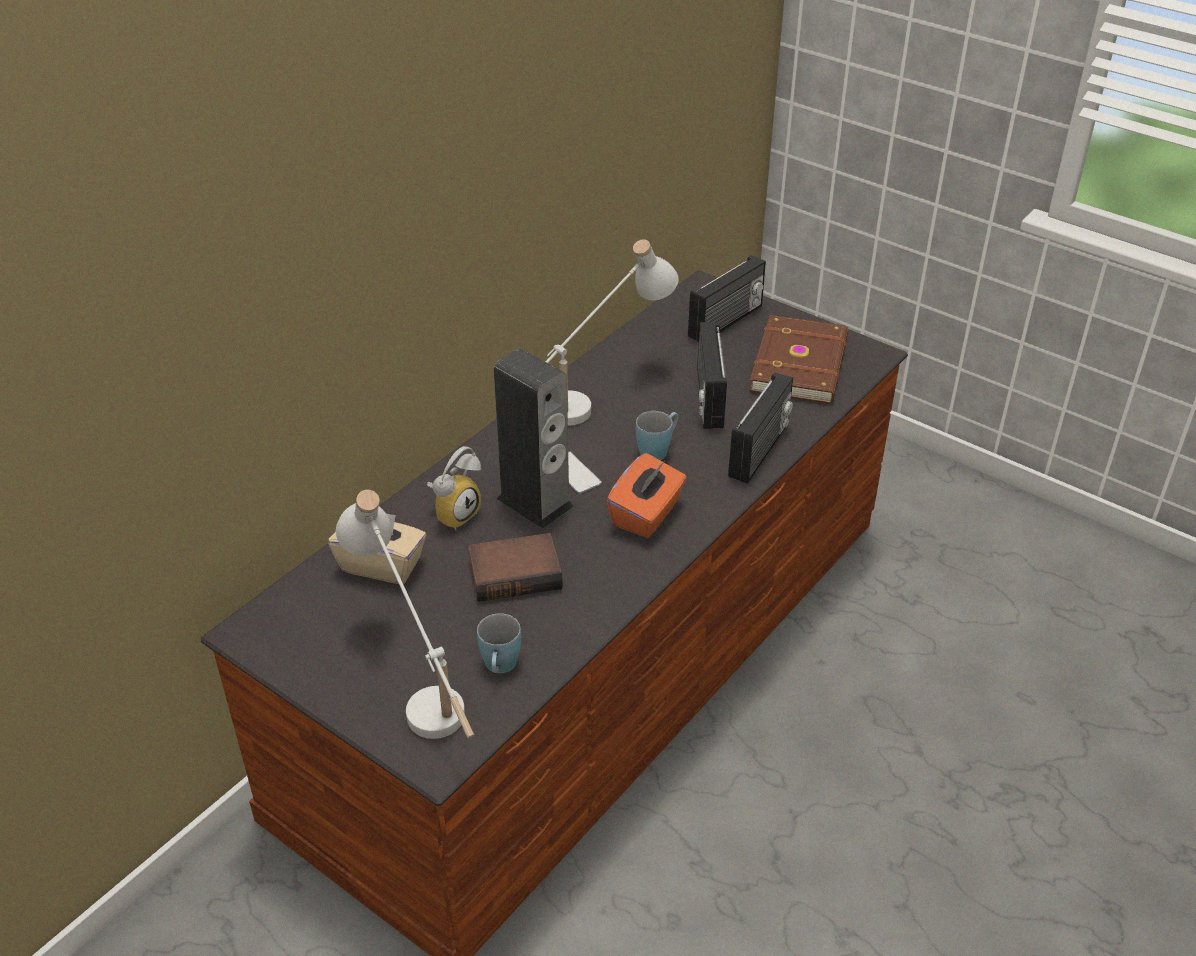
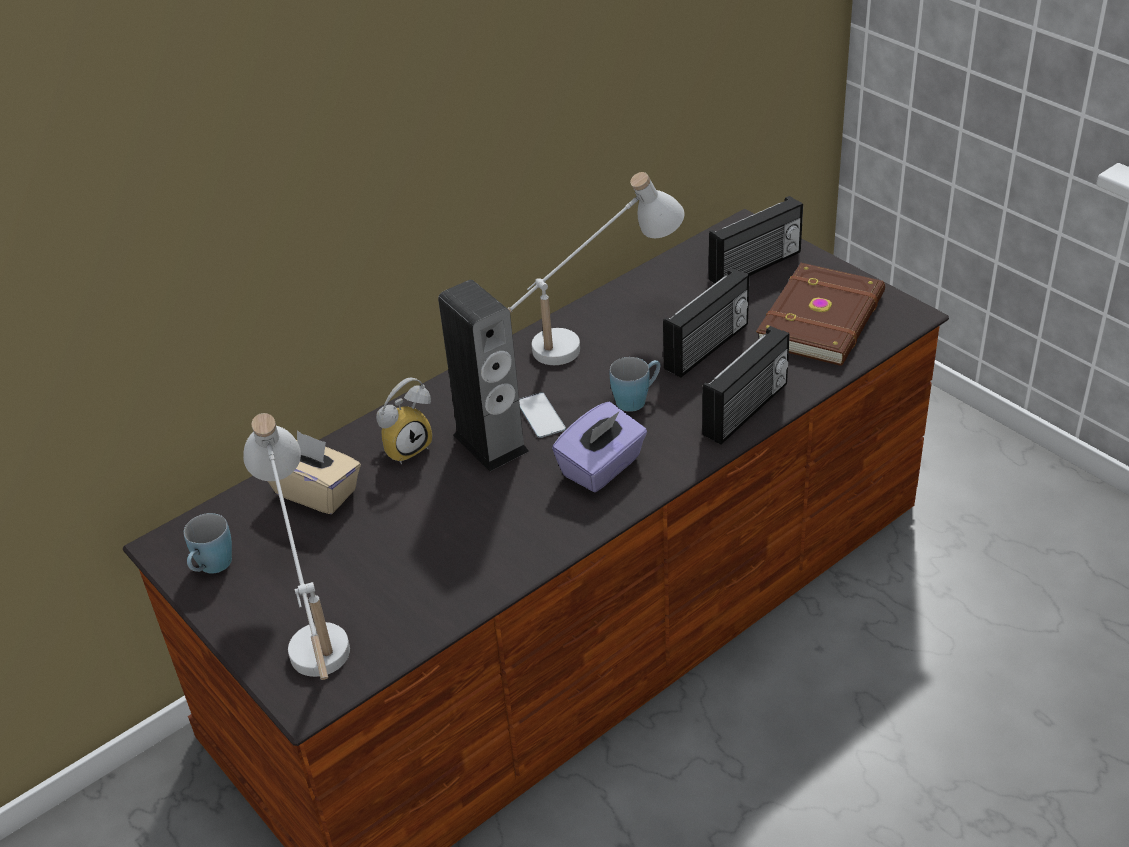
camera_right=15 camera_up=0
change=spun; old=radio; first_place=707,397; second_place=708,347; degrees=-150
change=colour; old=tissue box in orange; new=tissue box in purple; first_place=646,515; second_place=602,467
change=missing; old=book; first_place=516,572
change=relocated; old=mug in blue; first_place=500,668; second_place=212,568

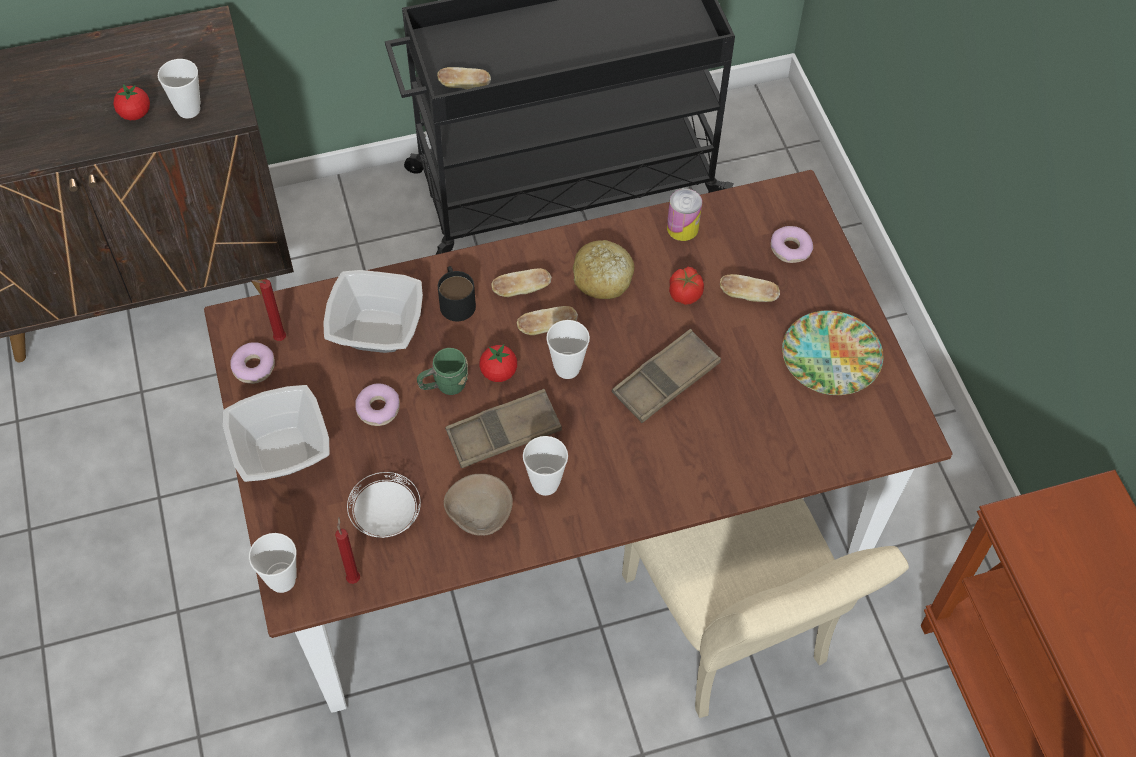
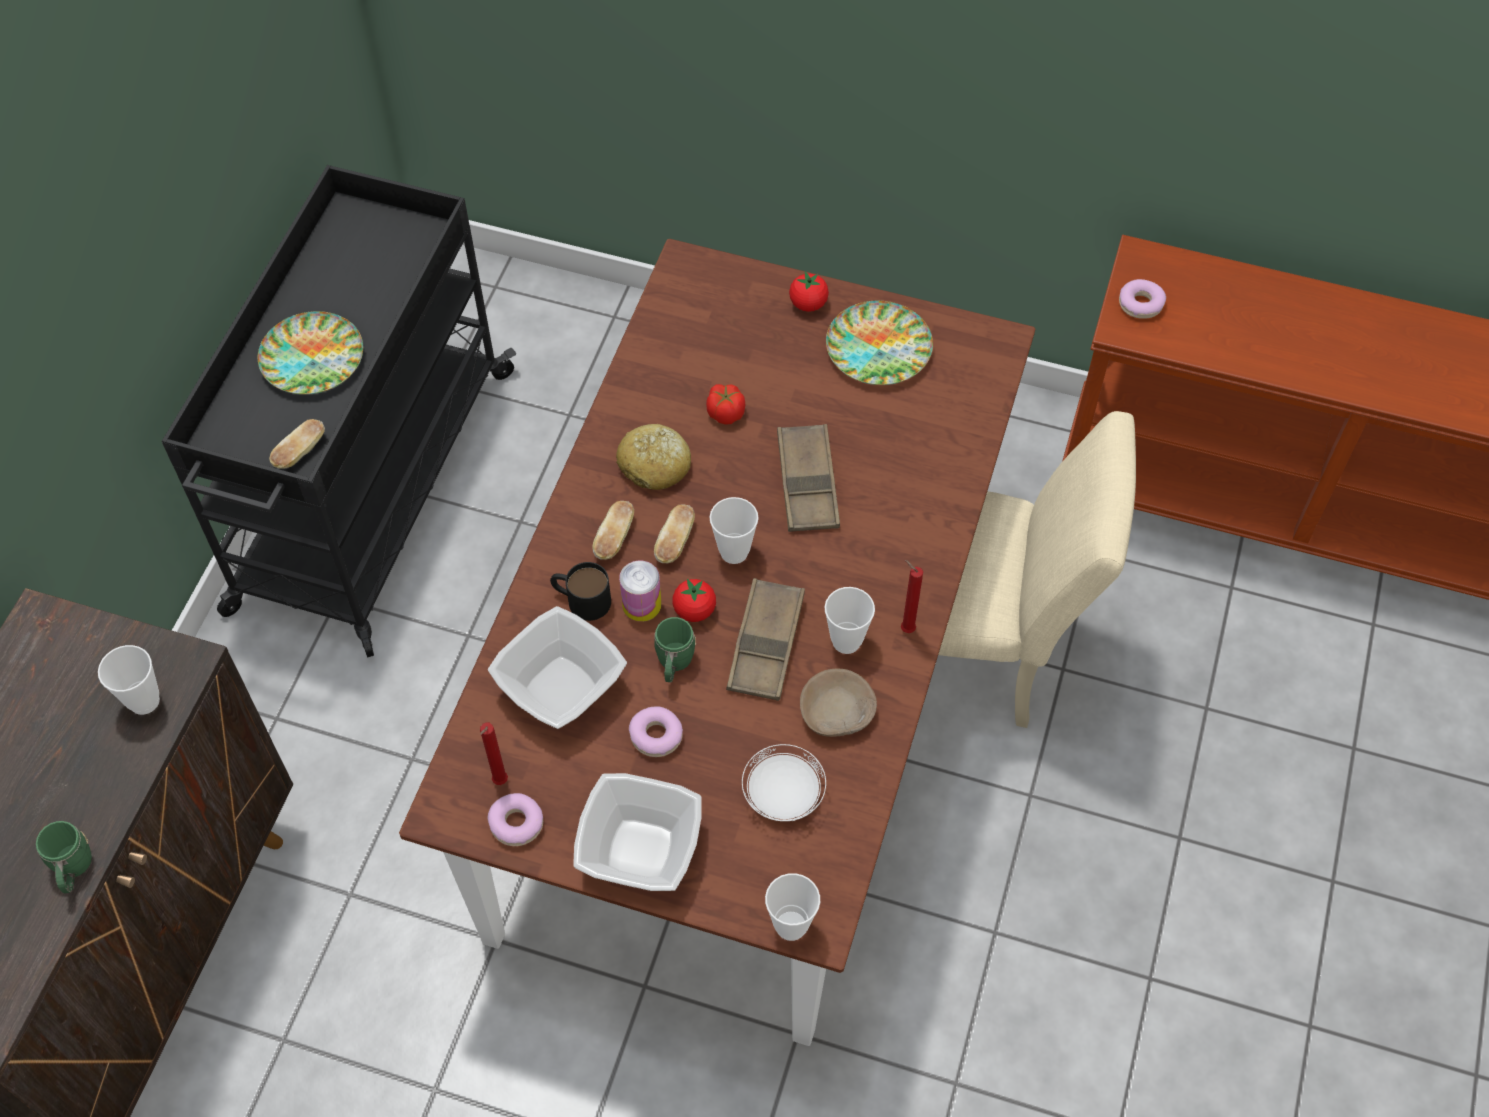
camera_right=-55 camera_up=0
change=relocated; old=tomato; first_place=135,114; second_place=808,304
change=relocated; old=can; first_place=682,228; second_place=641,604
change=relocated; old=donut; first_place=790,249; second_place=1140,304
change=missing; old=bread; first_place=748,296
change=relocated; old=candle in red; first_place=353,577; second_place=905,628
change=appeared; new=plate; second_place=312,359
change=appeared; new=mug in green; second_place=73,870

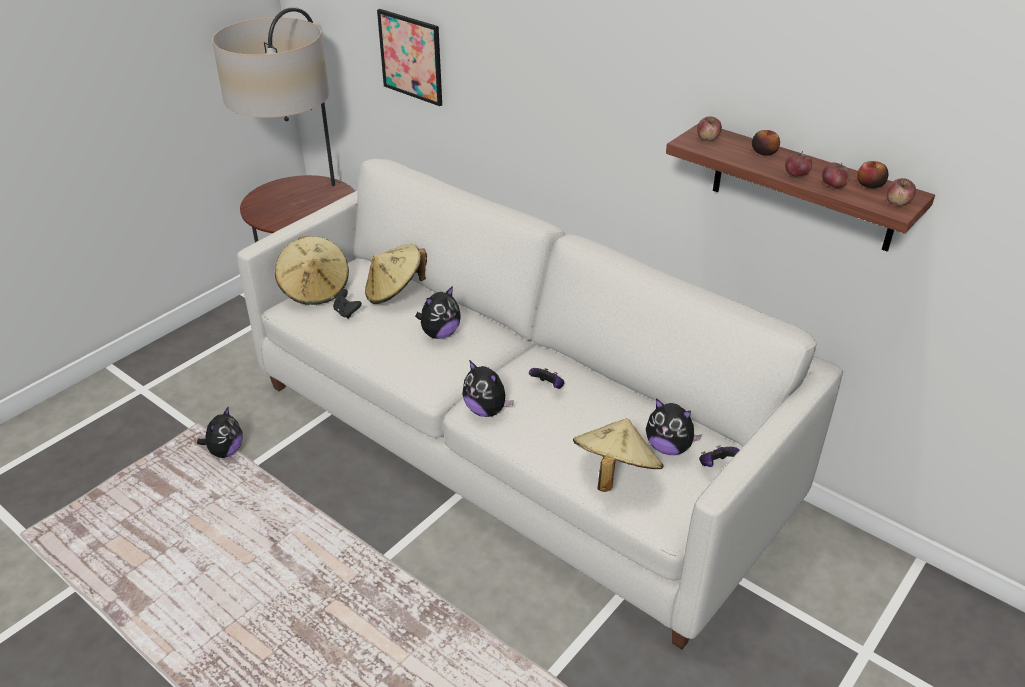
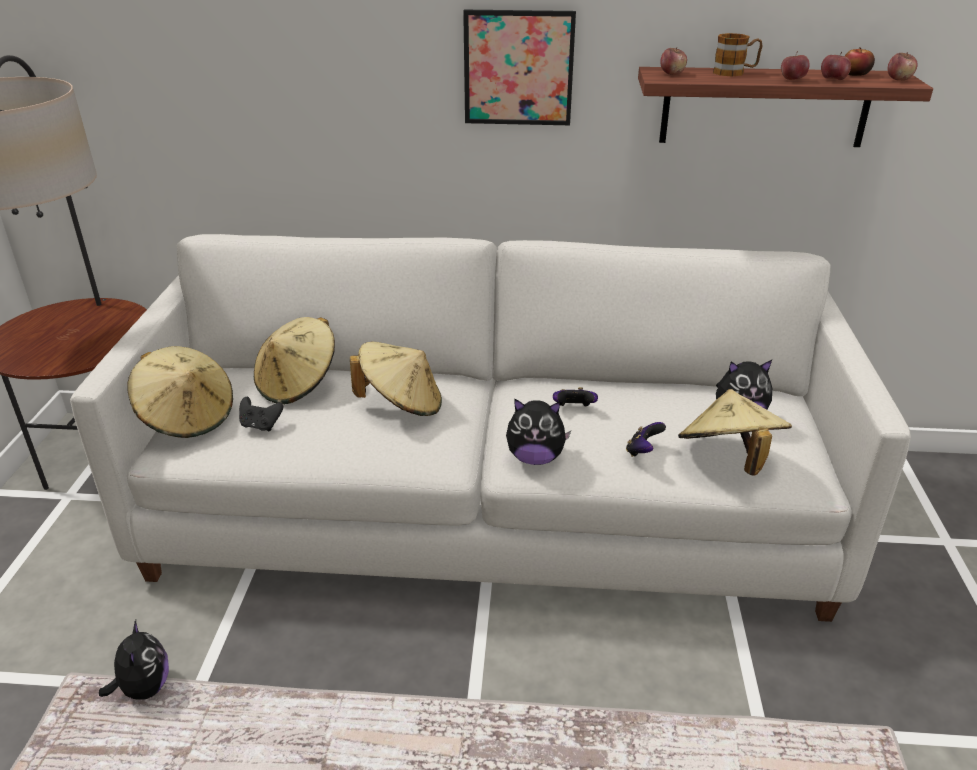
camera_right=-35 camera_up=-5
change=relocated; old=picture; first_place=411,57; second_place=518,68
change=exchanged; old=apple; new=mug; first_place=764,152; second_place=735,72
change=exchanged; old=plush toy; new=hat in beige; first_place=440,334; second_place=401,404
change=relocated; old=game controller; first_place=715,465; second_place=643,451

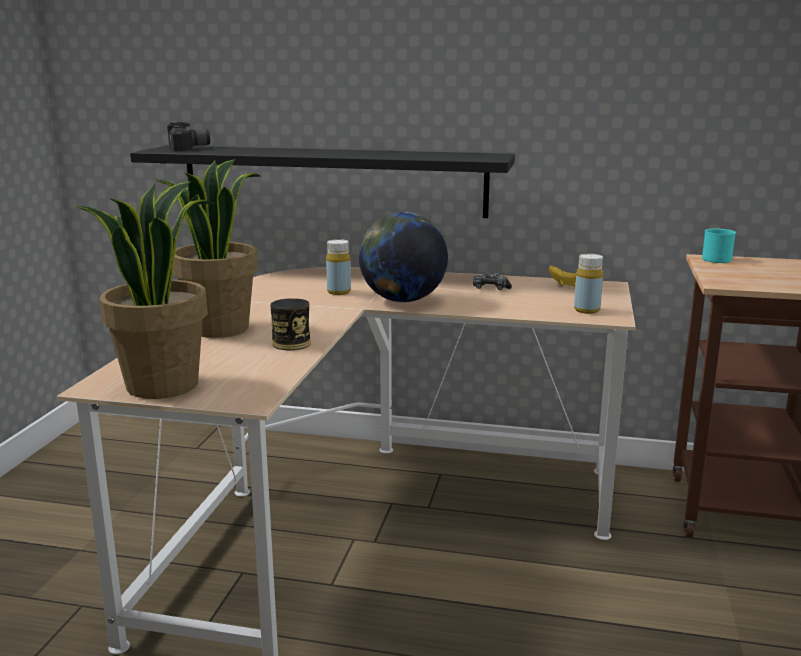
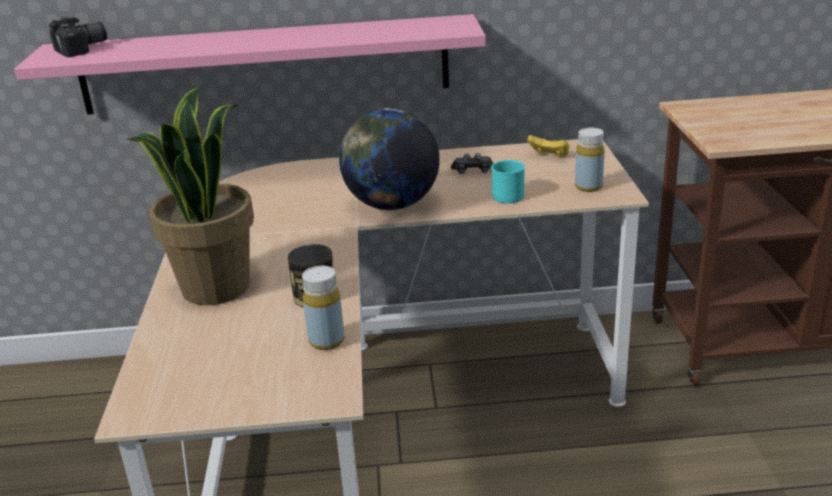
camera_right=-15 camera_up=10
change=colour; old=shelf in black; new=shelf in pink; first_place=333,180; second_place=265,65
change=missing; old=potted plant; first_place=162,385
change=relocated; old=mug in turquoise; first_place=718,259; second_place=509,194
change=relocated; old=bottle in yellow; first_place=339,292; second_place=326,341

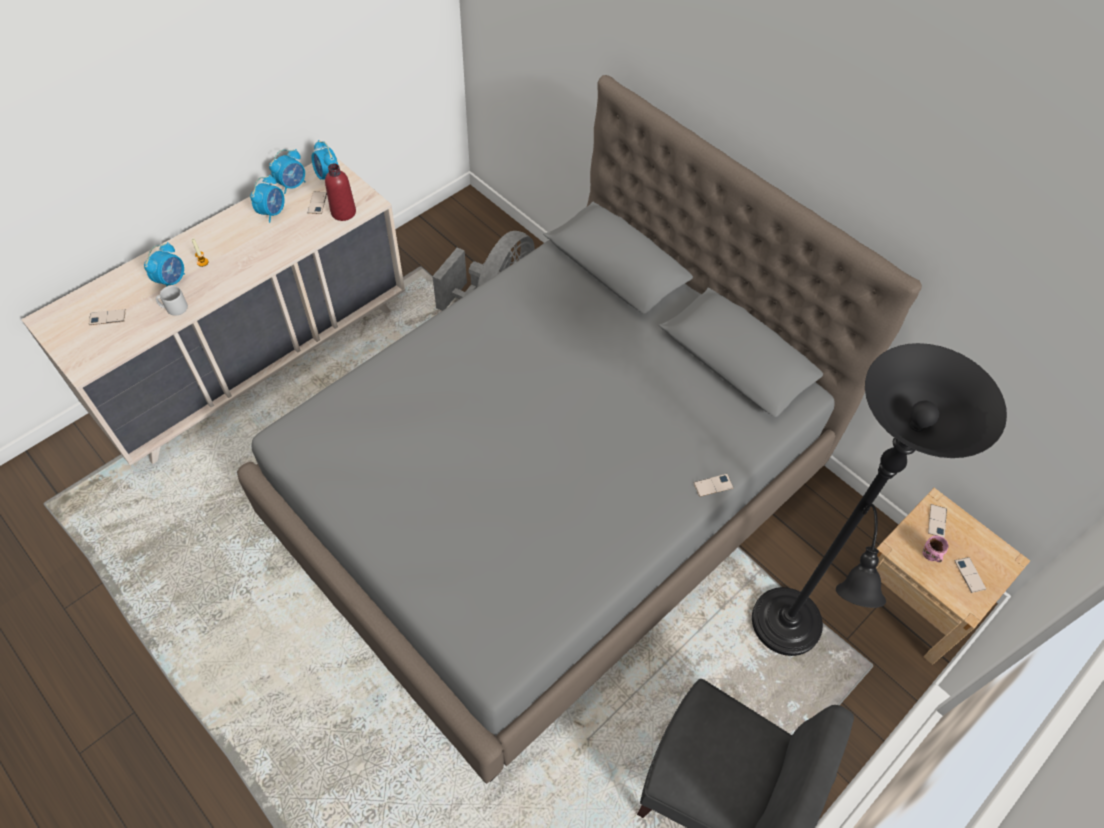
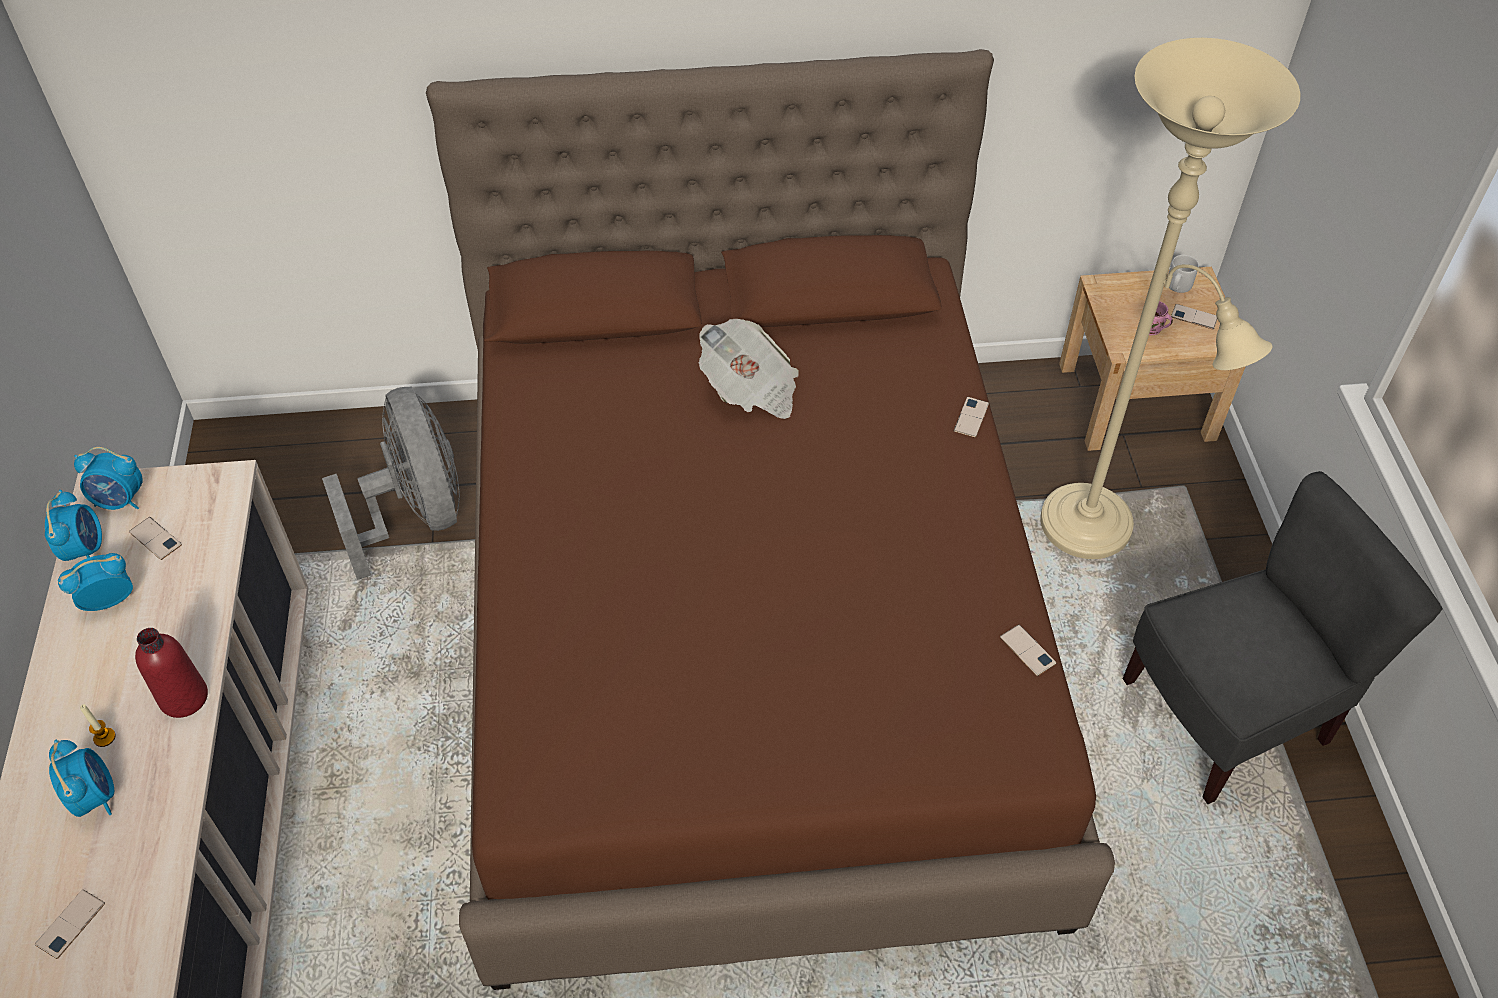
camera_right=-50 camera_up=-5
change=colour; old=bed in grey; new=bed in brown; first_place=549,495; second_place=749,635
change=relocated; old=bottle in red; first_place=343,212; second_place=184,698
change=spun; old=alarm clock; first_place=272,212; second_place=109,600; degrees=-90
change=relocated; old=mug in grey; first_place=174,308; second_place=1177,286
change=colour; old=floor lamp in black; new=floor lamp in beige; first_place=786,632; second_place=1096,531
change=relocated; old=phone; first_place=937,521; second_place=1027,650
change=appeared; new=newspaper; second_place=750,389

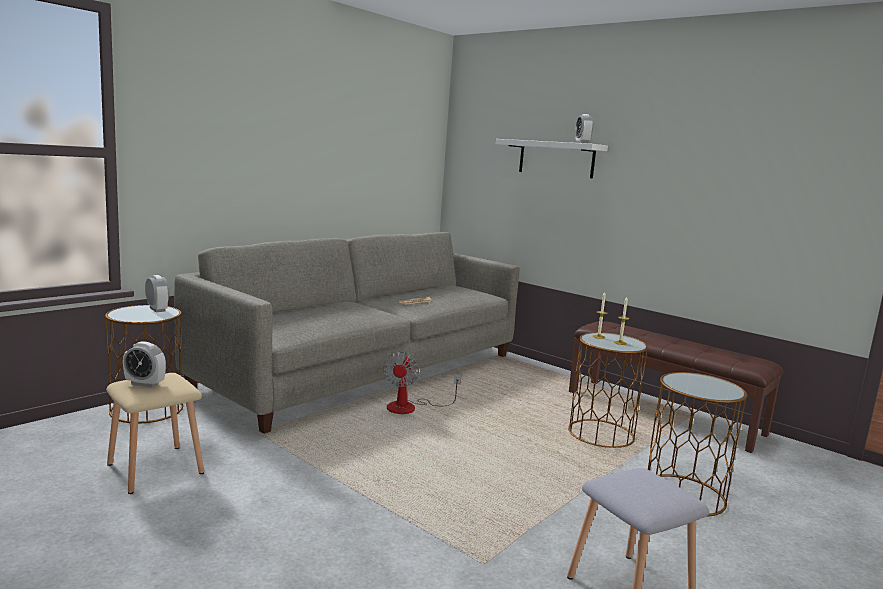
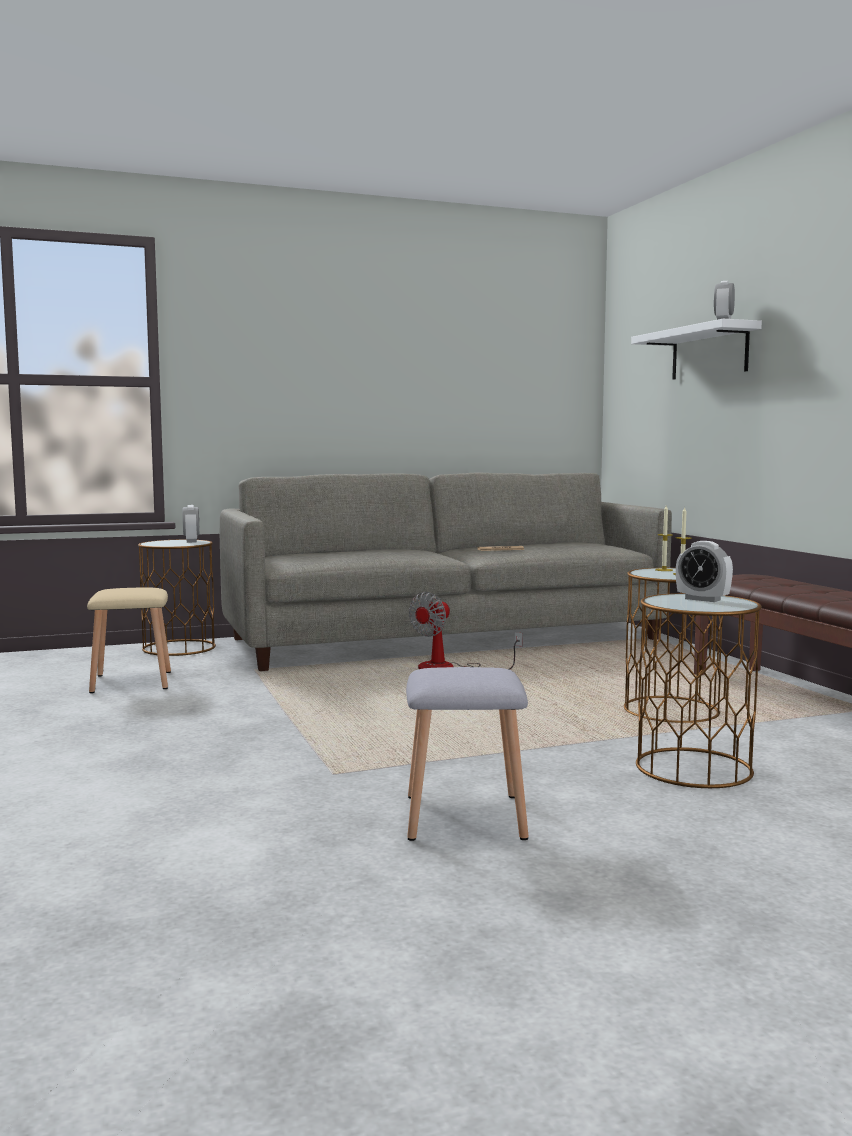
camera_right=30 camera_up=-5
change=relocated; old=alarm clock; first_place=145,384; second_place=702,599

